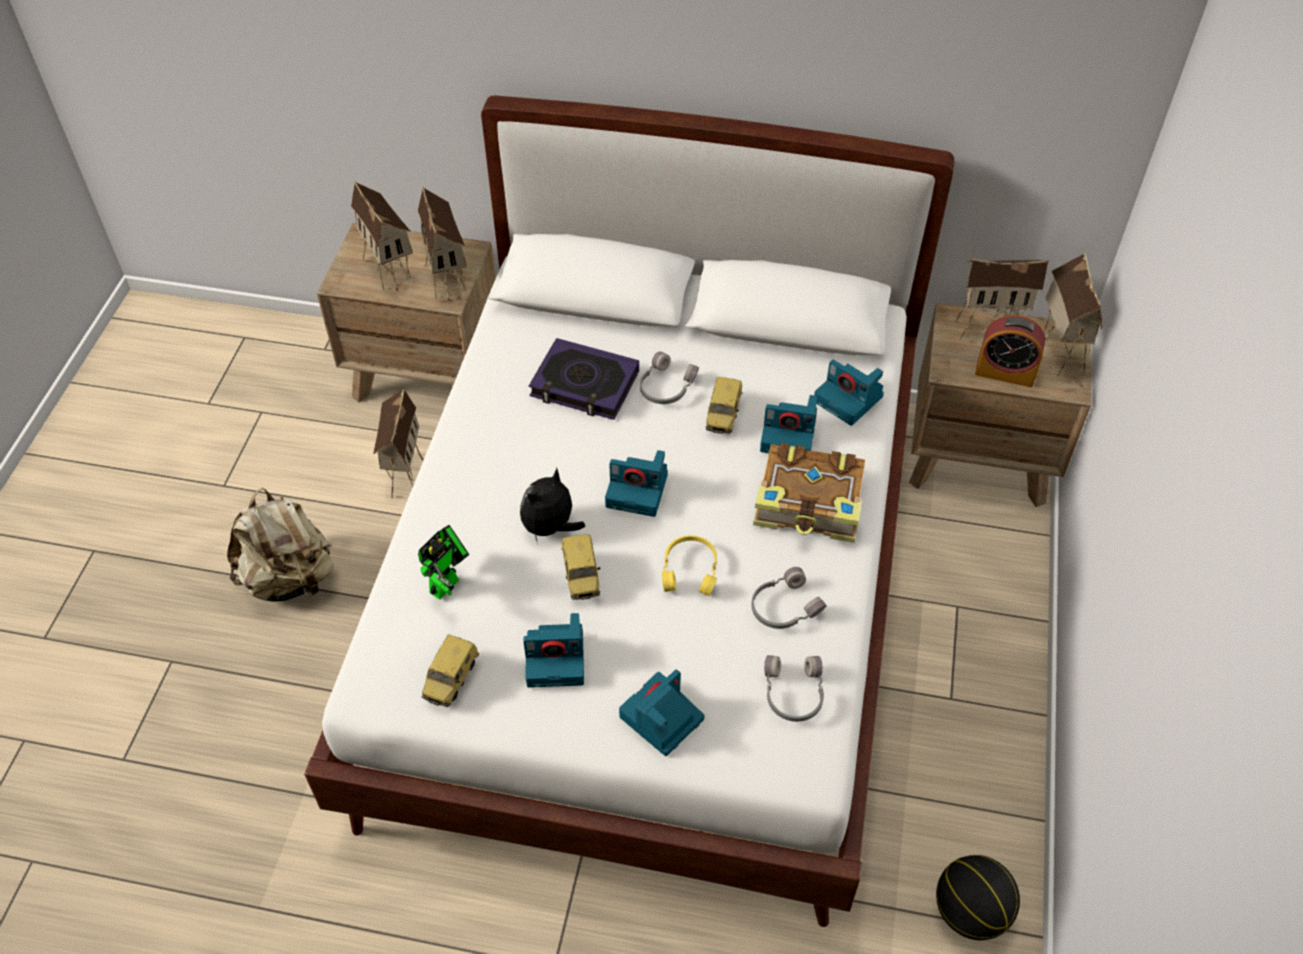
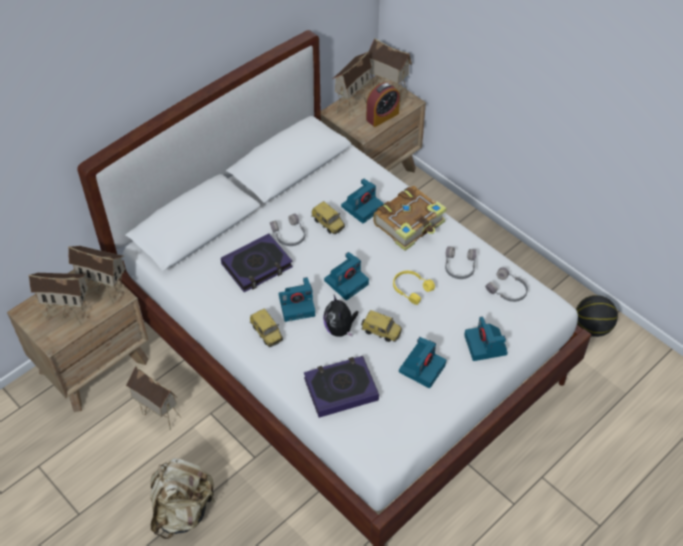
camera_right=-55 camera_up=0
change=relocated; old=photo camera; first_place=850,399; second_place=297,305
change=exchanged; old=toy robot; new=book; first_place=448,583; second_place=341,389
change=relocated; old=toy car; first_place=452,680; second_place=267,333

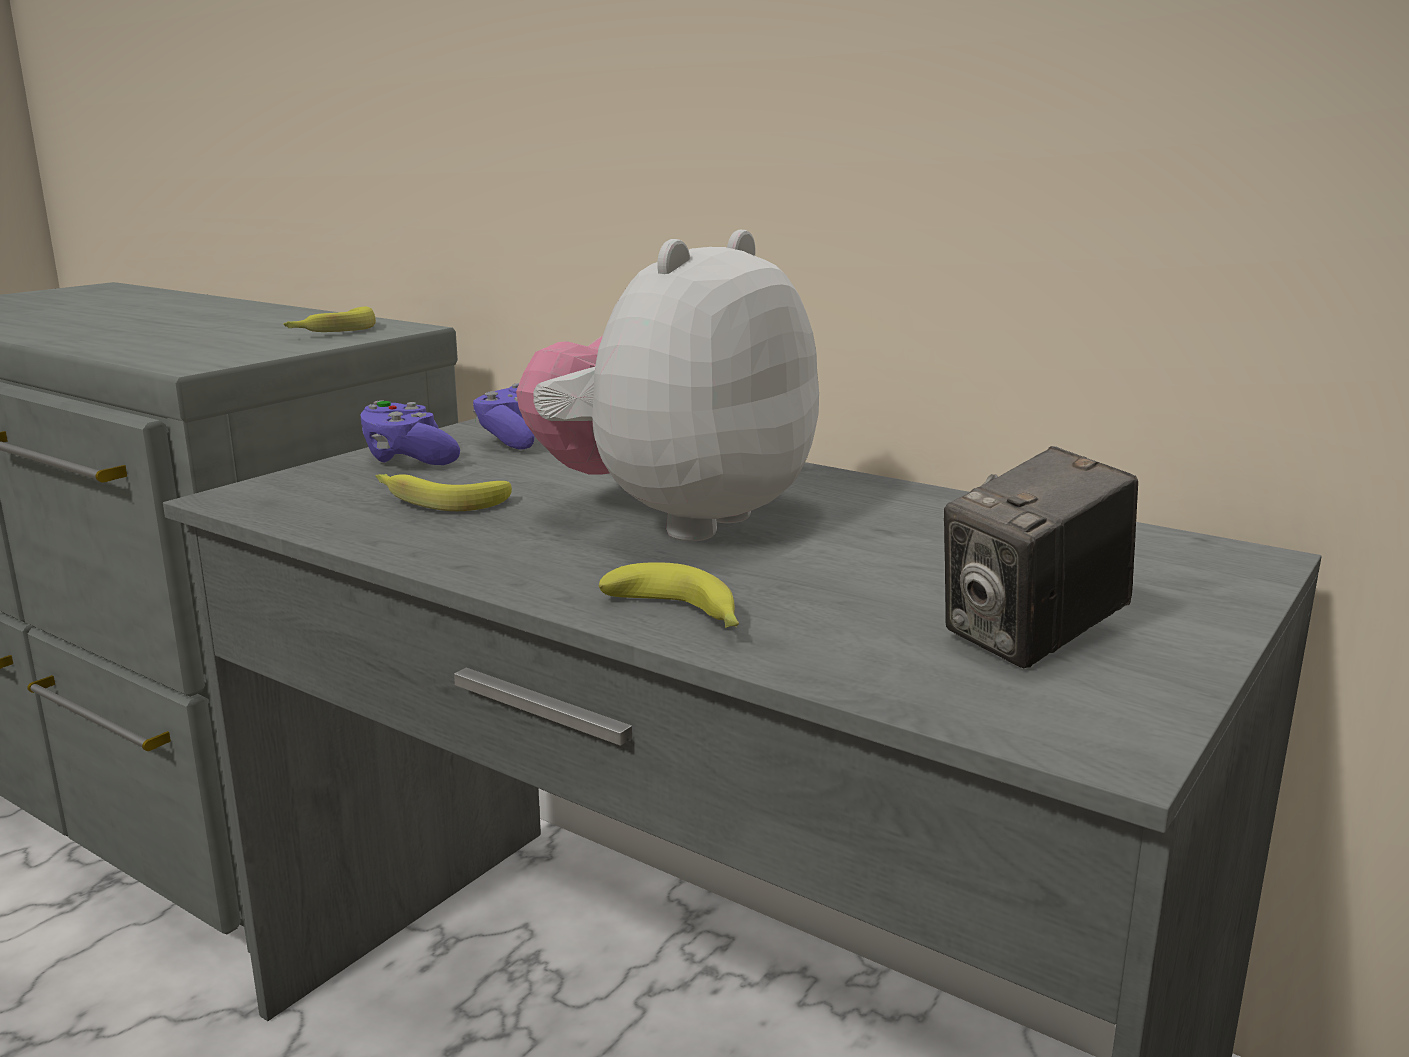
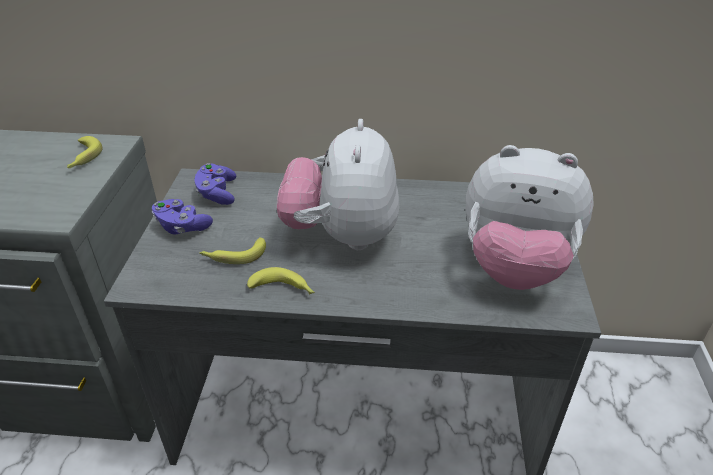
camera_right=-30 camera_up=20
change=exchanged; old=photo camera; new=plush toy; first_place=1032,638; second_place=514,267
change=relocated; old=banana; first_place=679,616; second_place=283,289

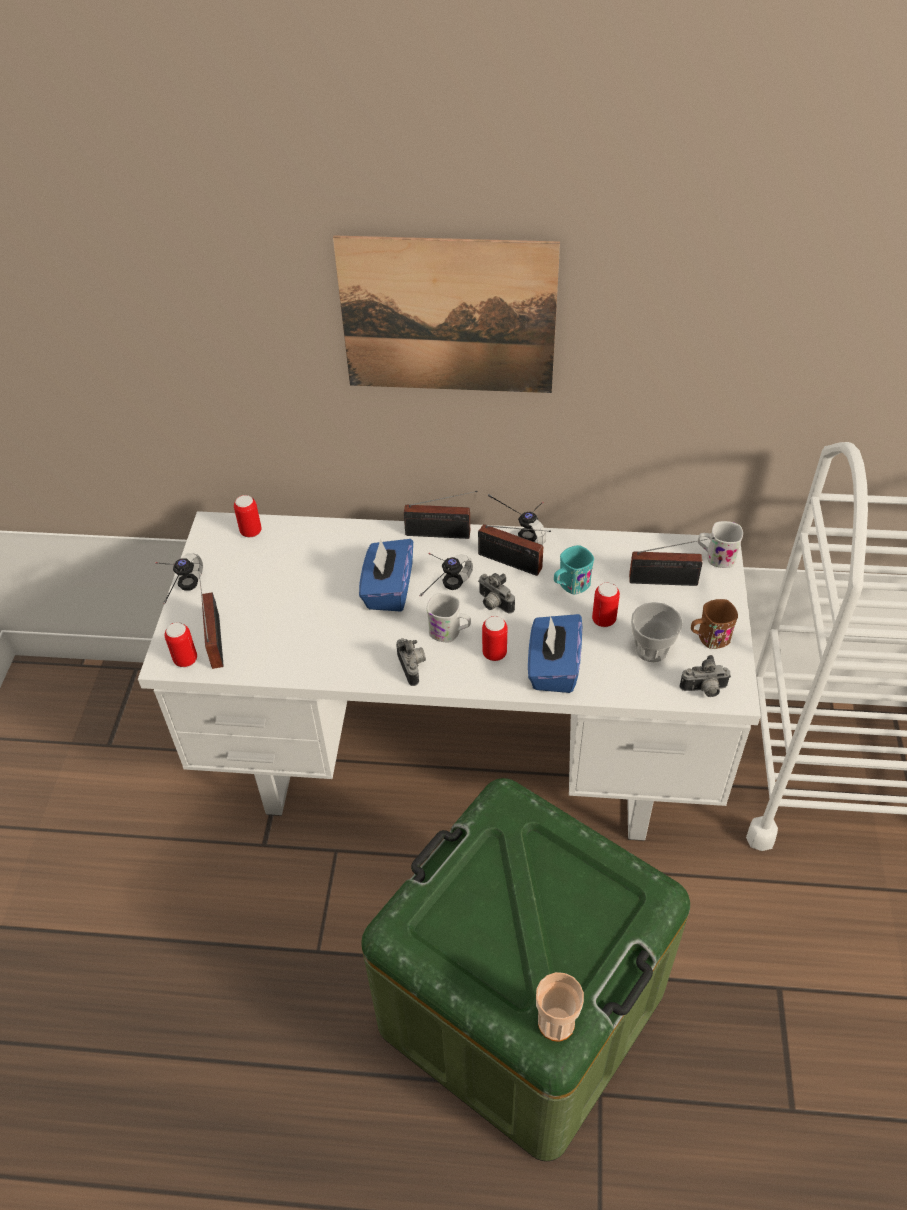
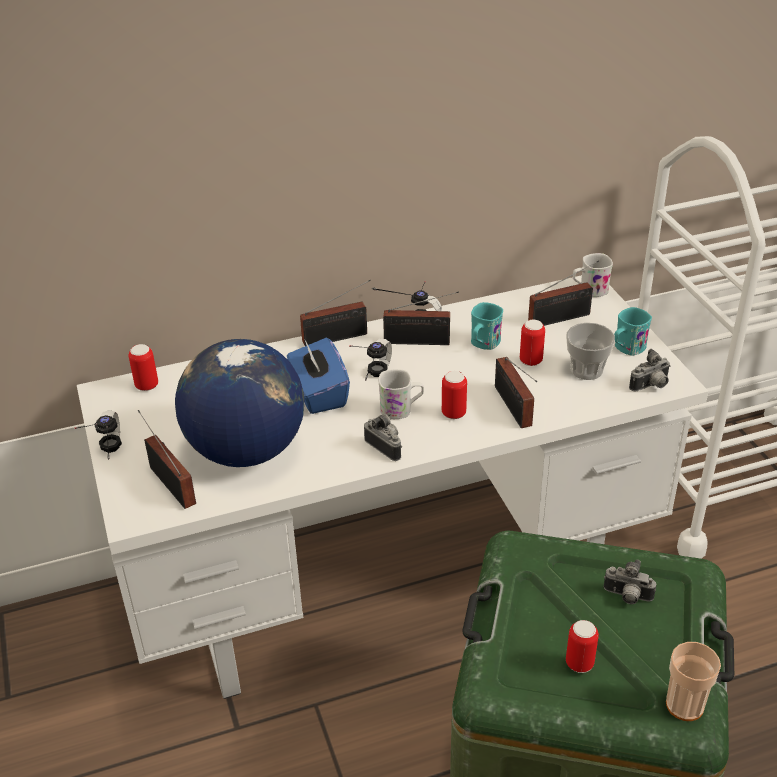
camera_right=-25 camera_up=-10
change=missing; old=picture; first_place=448,317
change=relocated; old=photo camera; first_place=493,604; second_place=627,597
change=colour; old=mug in brown; new=mug in turquoise; first_place=708,638; second_place=626,349
change=exchanged; old=tissue box in blue; new=radio; first_place=553,668; second_place=513,409
change=relocated; old=can; first_place=185,660; second_place=579,663
change=appeared; new=globe; second_place=245,450

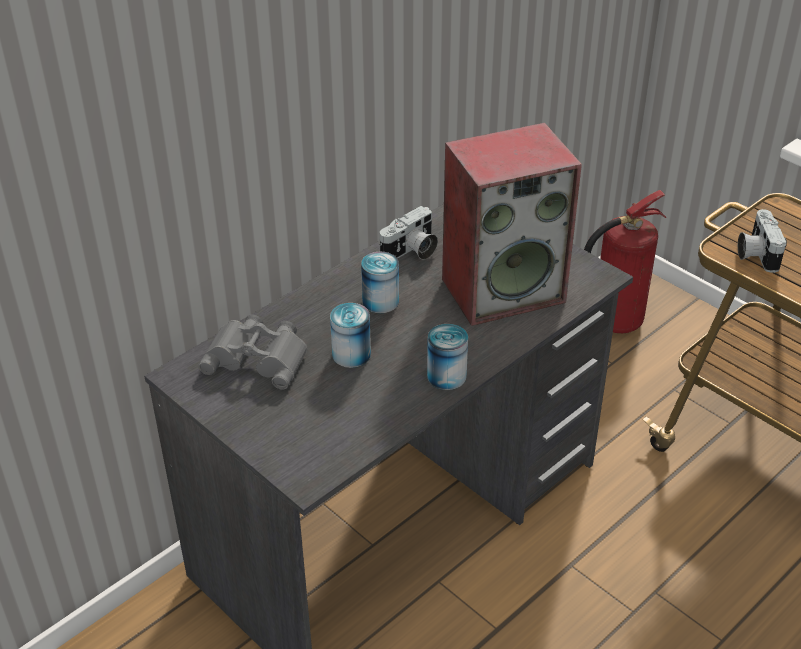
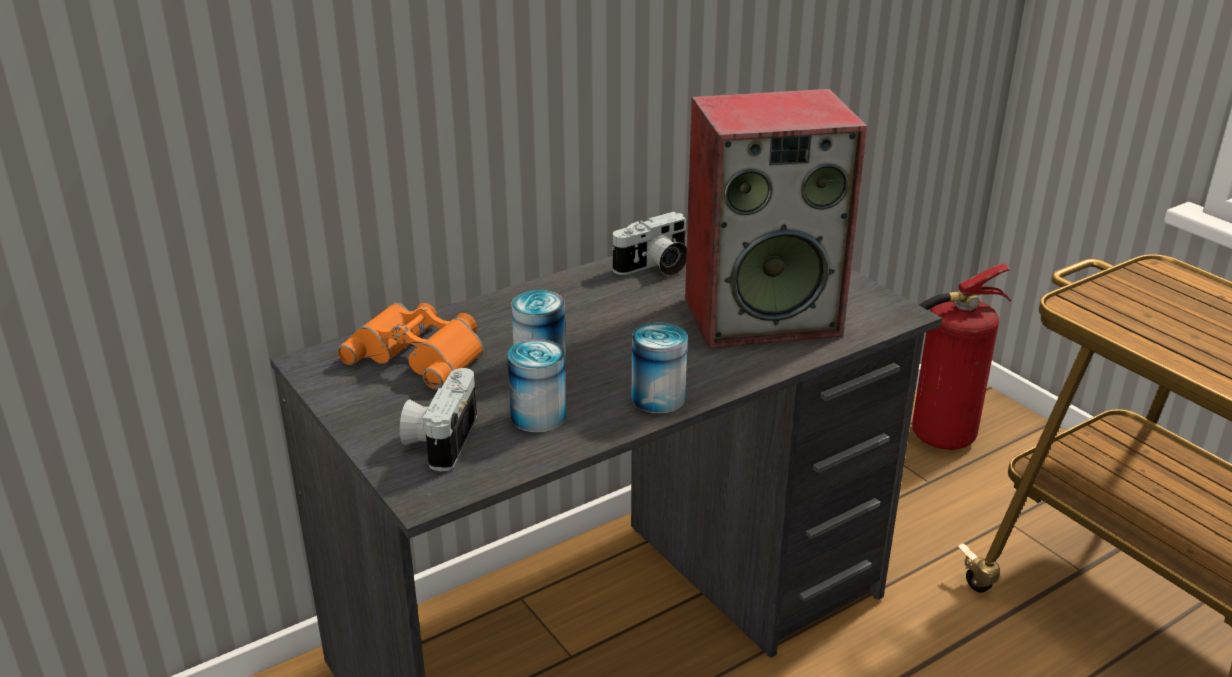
camera_right=10 camera_up=-10
change=relocated; old=photo camera; first_place=756,253; second_place=440,439
change=relocated; old=can; first_place=380,301; second_place=538,416
change=colour; old=binoculars in grey; new=binoculars in orange; first_place=259,356; second_place=421,353

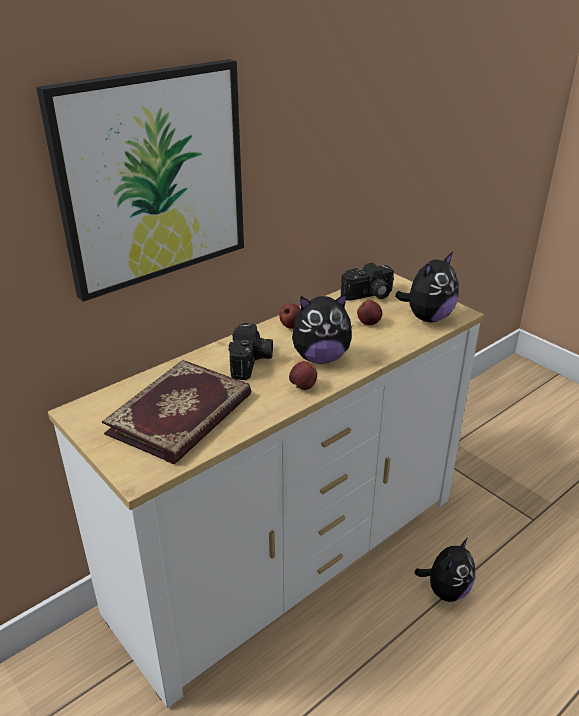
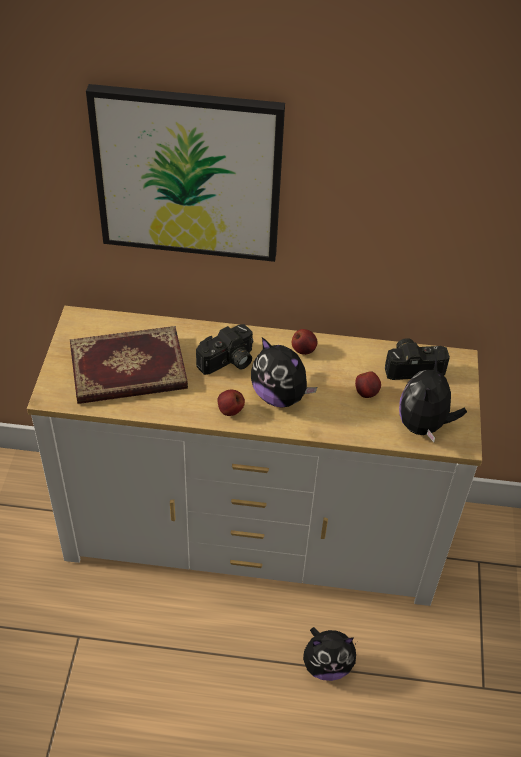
camera_right=45 camera_up=15
change=spun; old=plush toy; first_place=427,318; second_place=424,425; degrees=105
change=spun; old=photo camera; first_place=369,295; second_place=413,366; degrees=150

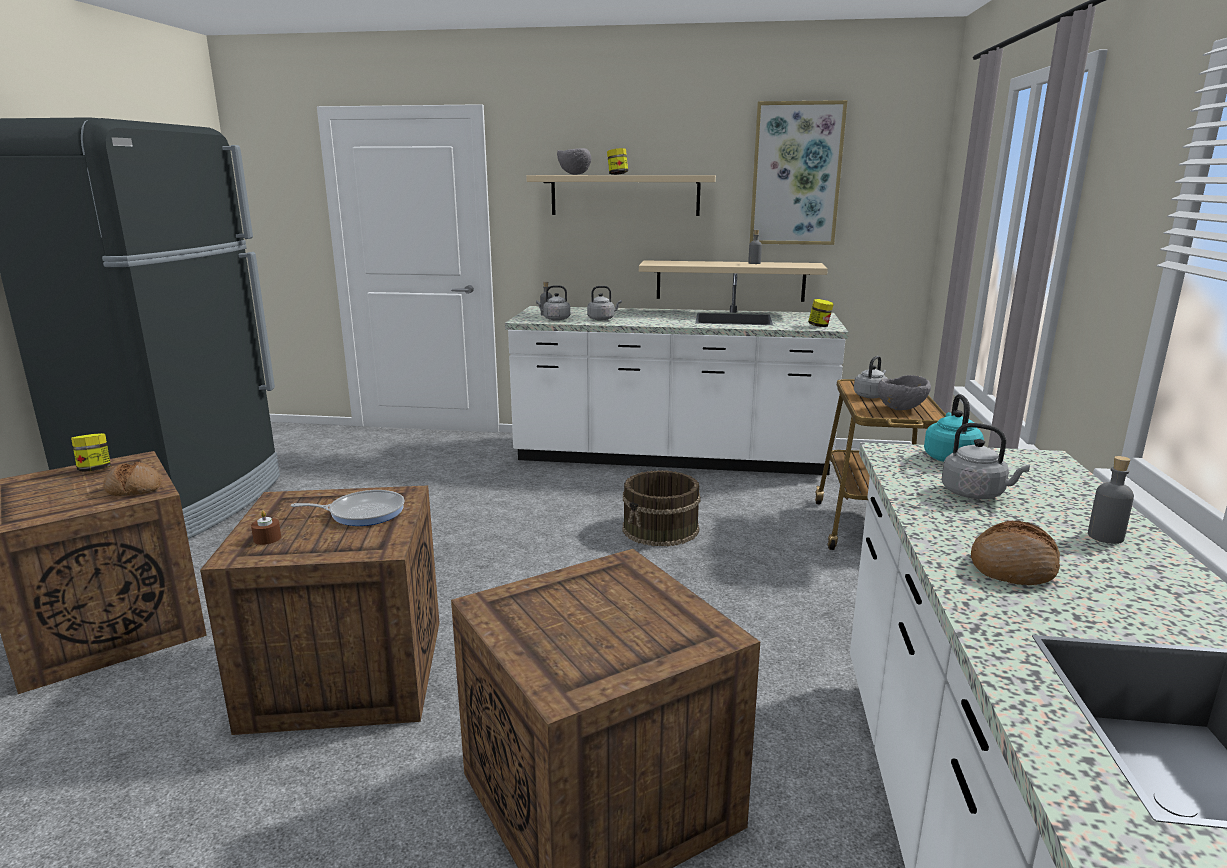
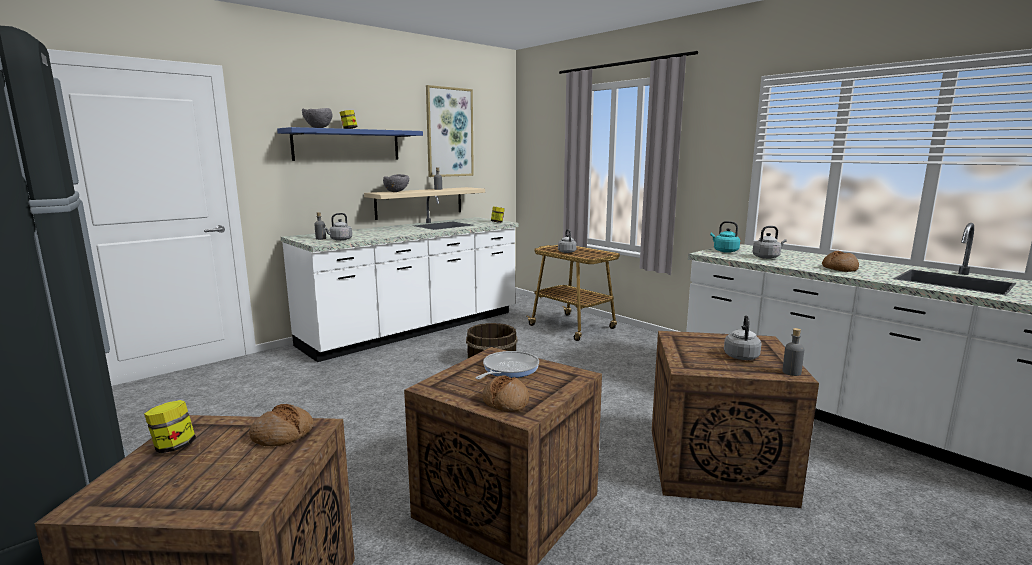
camera_right=-50 camera_up=-5
change=colour; old=shelf in beige; new=shelf in blue; first_place=625,195; second_place=347,145
change=relocated; old=kettle in grey; first_place=602,319; second_place=741,356
change=relocated; old=bowl in grey; first_place=901,410; second_place=396,192
change=relocated; old=bottle in grey; first_place=1105,537; second_place=791,372
change=exchanged; old=candle in brown; new=bread; first_place=267,538; second_place=506,401

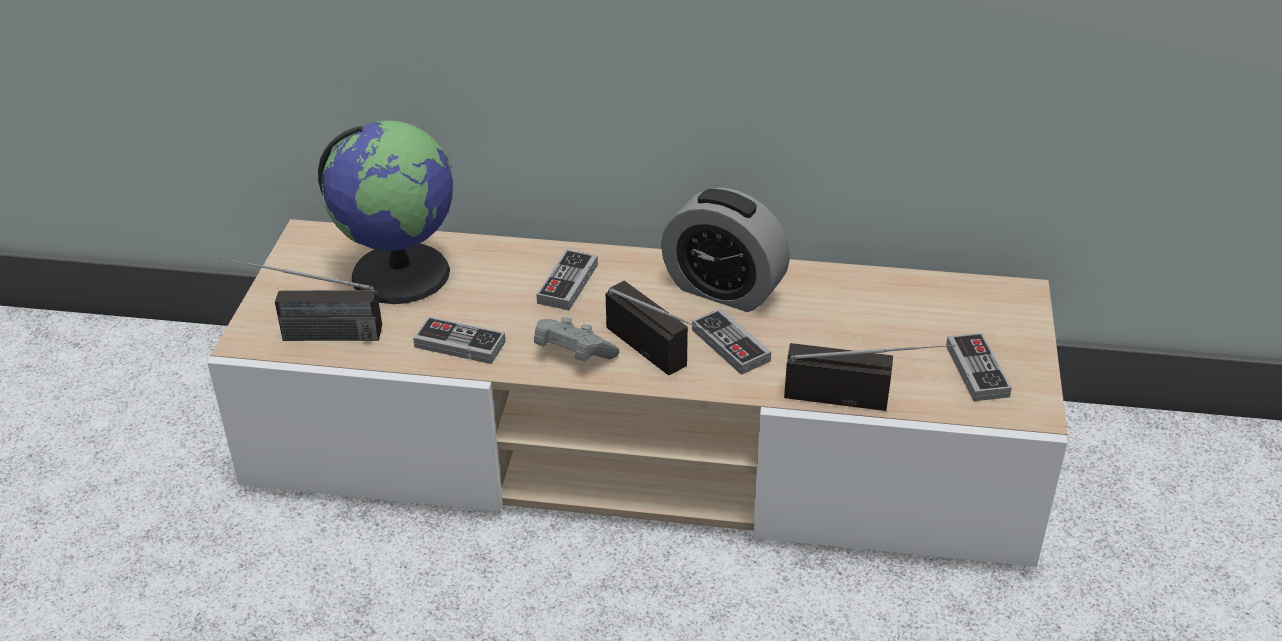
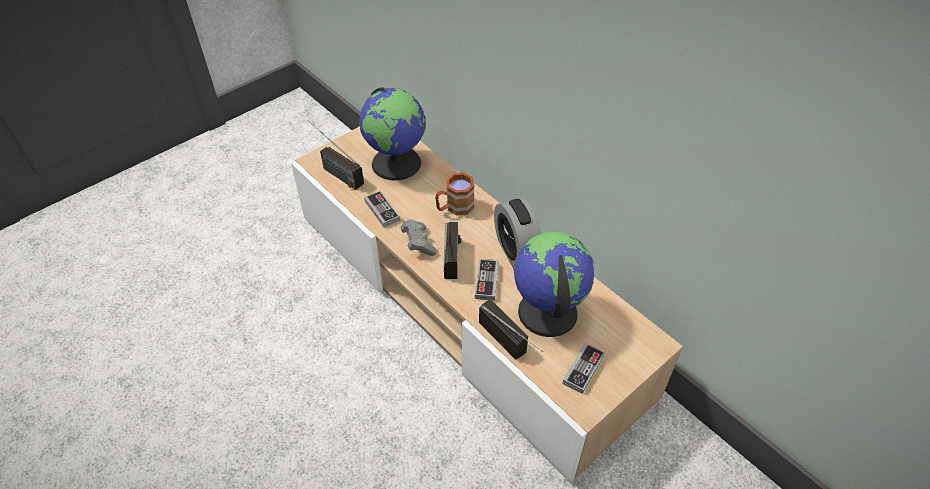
camera_right=40 camera_up=10
change=exchanged; old=game controller; new=mug in brown; first_place=568,283; second_place=454,207
change=appeared; new=globe; second_place=546,312

